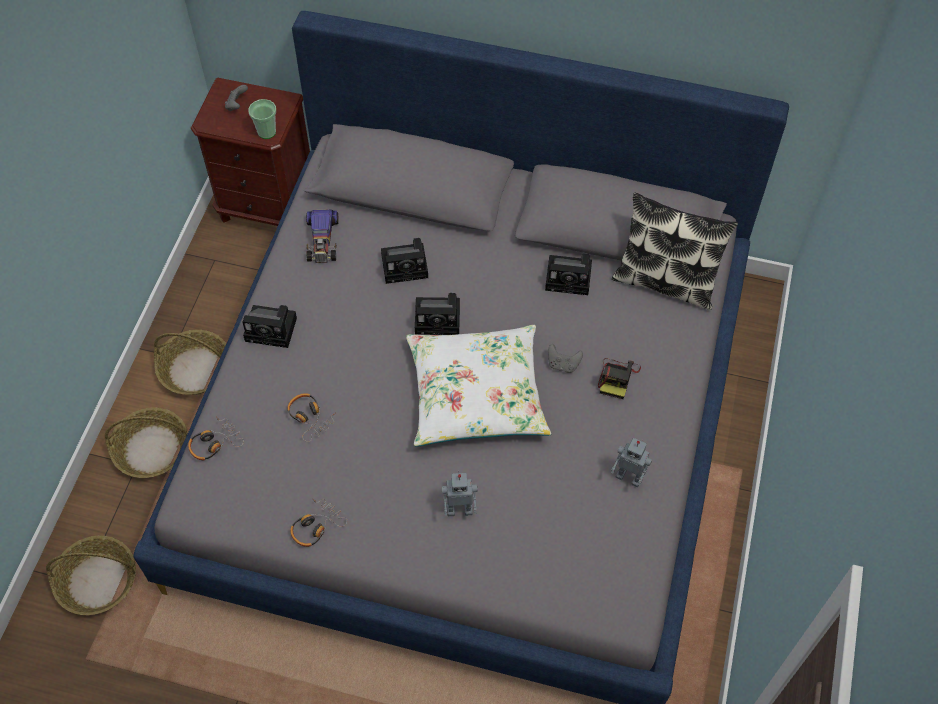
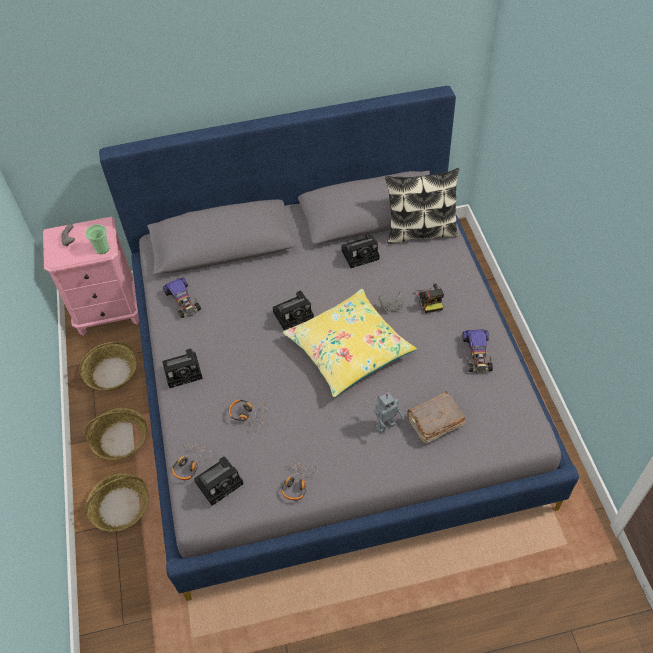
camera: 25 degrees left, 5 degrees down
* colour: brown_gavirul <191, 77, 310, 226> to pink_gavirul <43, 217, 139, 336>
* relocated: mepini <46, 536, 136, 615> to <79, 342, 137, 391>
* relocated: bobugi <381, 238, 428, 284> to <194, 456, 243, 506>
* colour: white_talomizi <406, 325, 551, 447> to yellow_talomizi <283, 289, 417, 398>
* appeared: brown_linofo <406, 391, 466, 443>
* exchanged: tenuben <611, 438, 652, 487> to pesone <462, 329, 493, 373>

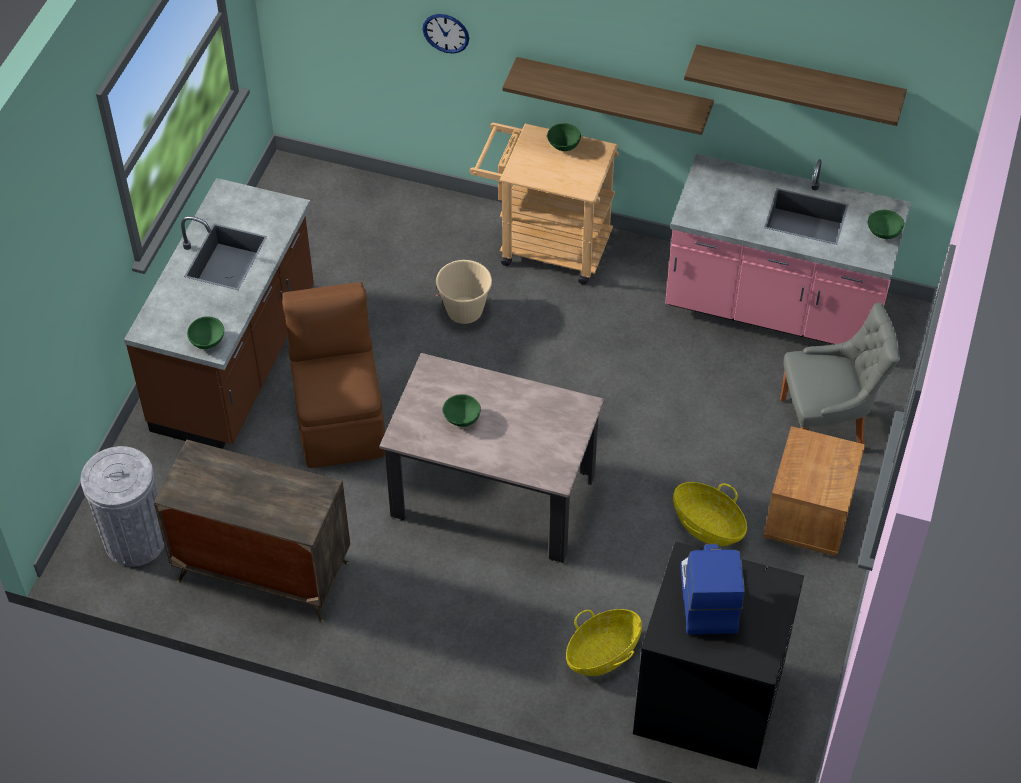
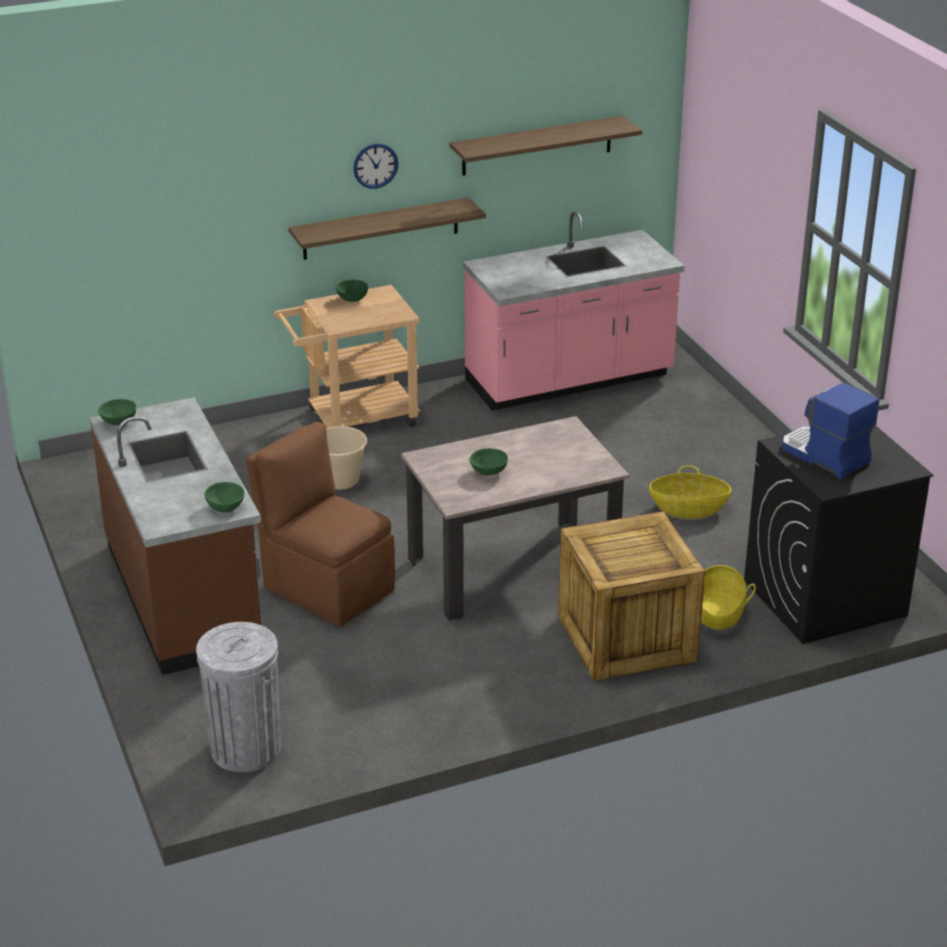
camera: 40 degrees left, 20 degrees down
* relocated: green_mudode <868, 210, 904, 239> to <98, 399, 136, 425>
* relocated: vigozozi <423, 14, 469, 53> to <353, 144, 398, 189>
* appeared: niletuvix <558, 511, 705, 681>
* missing: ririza <154, 440, 350, 623>
* missing: brown_gavirul <763, 426, 865, 556>
* missing: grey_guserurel <780, 302, 900, 450>

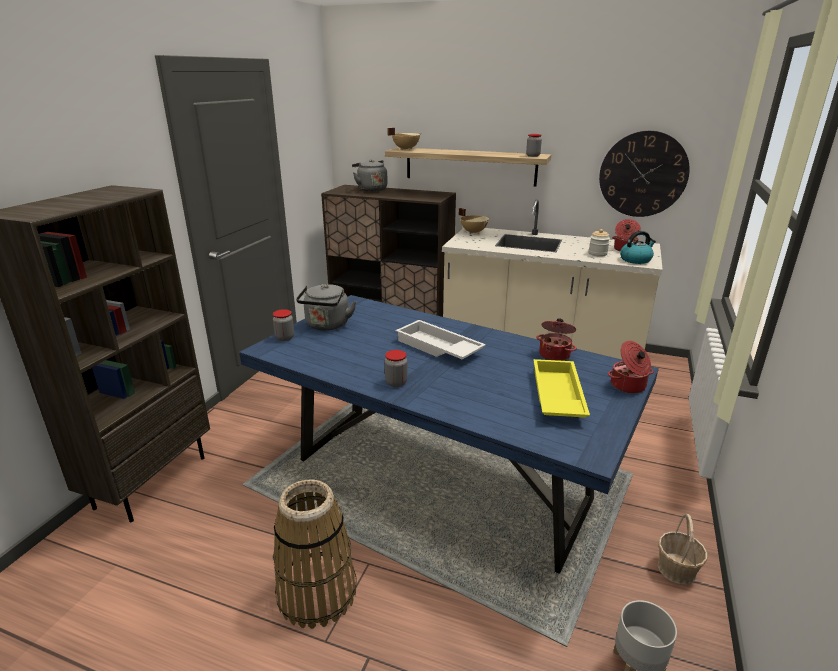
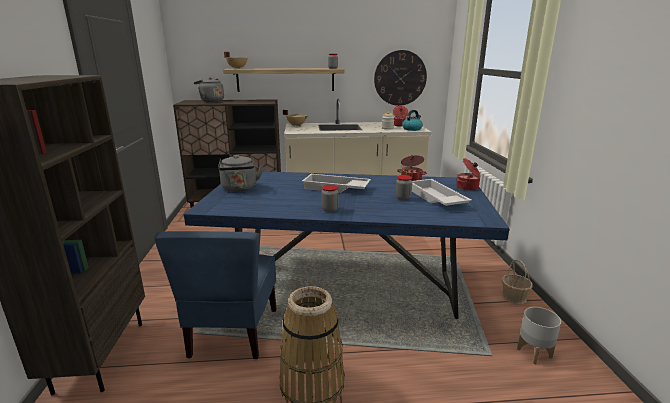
camera: 25 degrees left, 5 degrees down
* appeared: blue_guserurel <154, 231, 276, 359>
* relocated: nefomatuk <273, 309, 294, 341> to <396, 175, 412, 200>
* colour: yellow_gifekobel <533, 359, 590, 418> to white_gifekobel <412, 179, 472, 206>

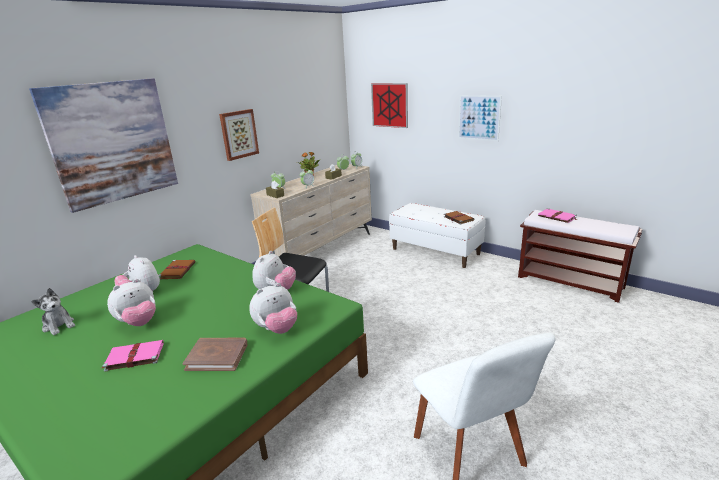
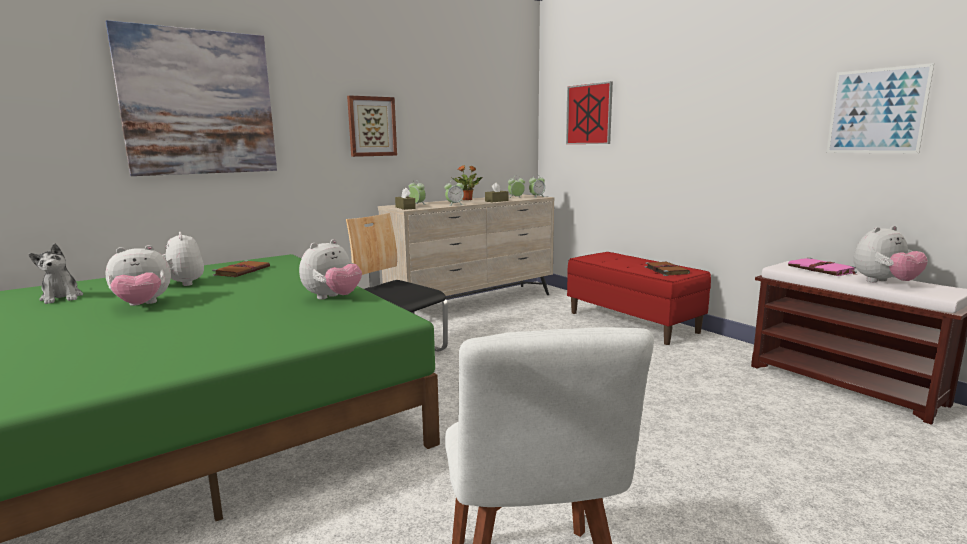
camera: 15 degrees right, 10 degrees down
* colour: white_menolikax <389, 203, 485, 268> to red_menolikax <567, 252, 711, 345>
* relocated: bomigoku <458, 95, 502, 141> to <826, 63, 934, 153>
* relocated: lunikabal <249, 283, 297, 334> to <853, 226, 928, 282>
* missing: pink_linofo <102, 340, 164, 372>
* missing: brown_linofo <182, 338, 247, 371>

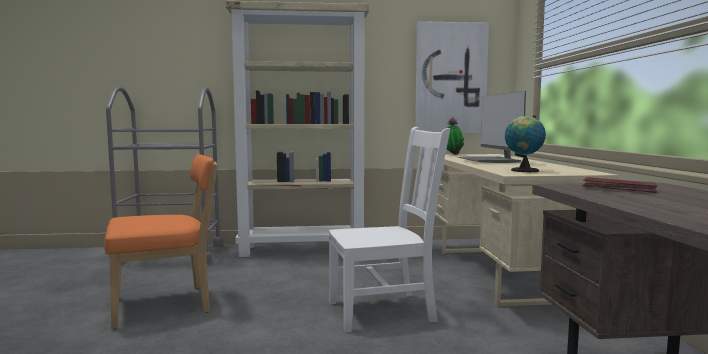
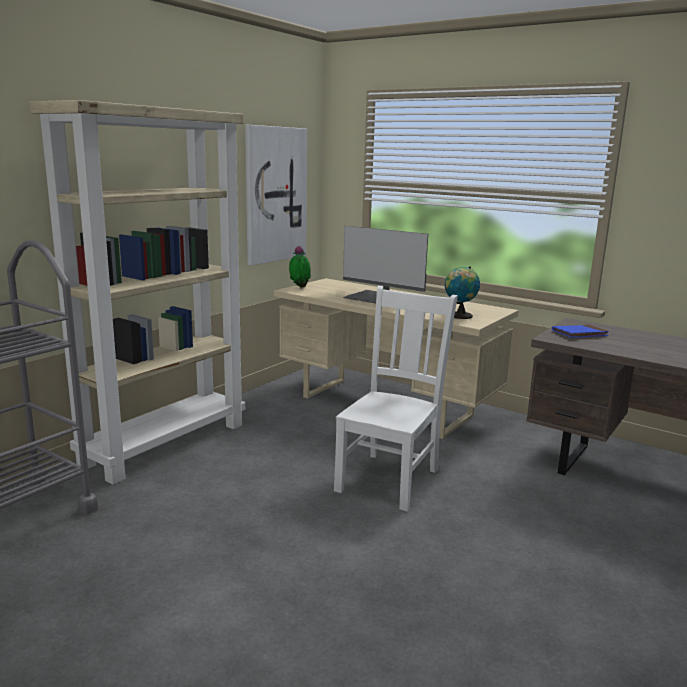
camera: 50 degrees left, 10 degrees up
* colour: red_linofo <582, 177, 658, 193> to blue_linofo <552, 325, 609, 338>
* missing: orange_guserurel <104, 154, 218, 329>

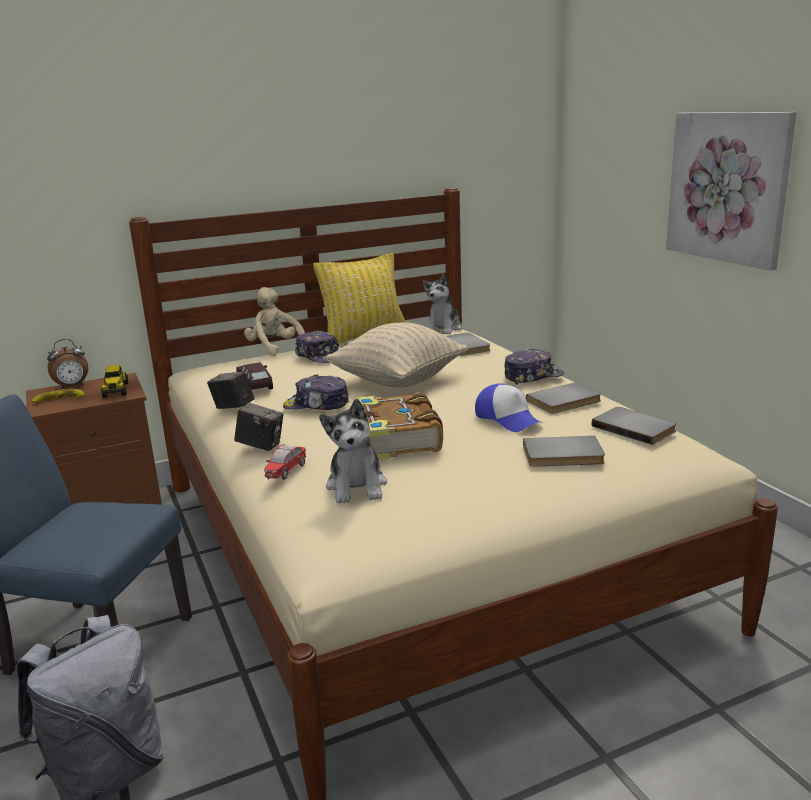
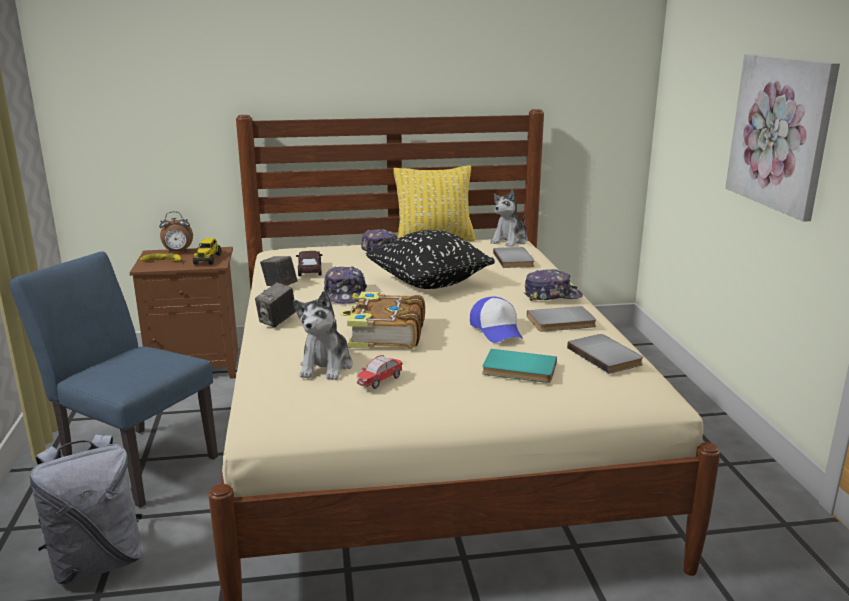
camera: 15 degrees right, 0 degrees up
* spun: bobugi <234, 403, 283, 451> = <255, 282, 296, 327> 90 degrees clockwise
* spun: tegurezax <283, 375, 349, 410> = <324, 266, 367, 303> 120 degrees counterclockwise
* relocated: pesone <264, 444, 306, 480> to <356, 355, 403, 389>
* colour: beige_talomizi <325, 323, 468, 388> to black_talomizi <366, 230, 495, 289>
* colour: grey_linofo <523, 436, 605, 467> to turquoise_linofo <482, 349, 557, 383>
* missing: beige_lunikabal <244, 287, 305, 356>

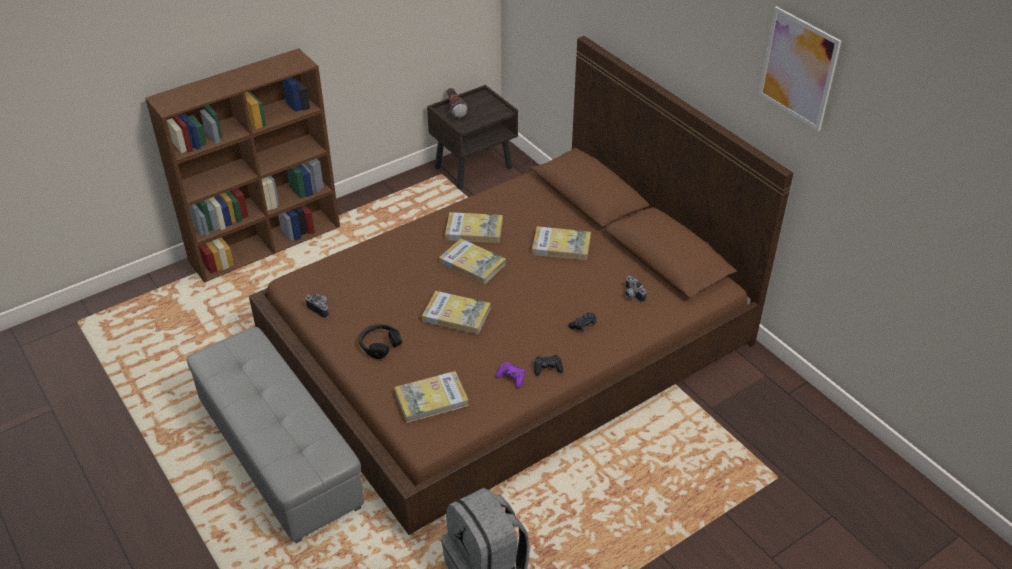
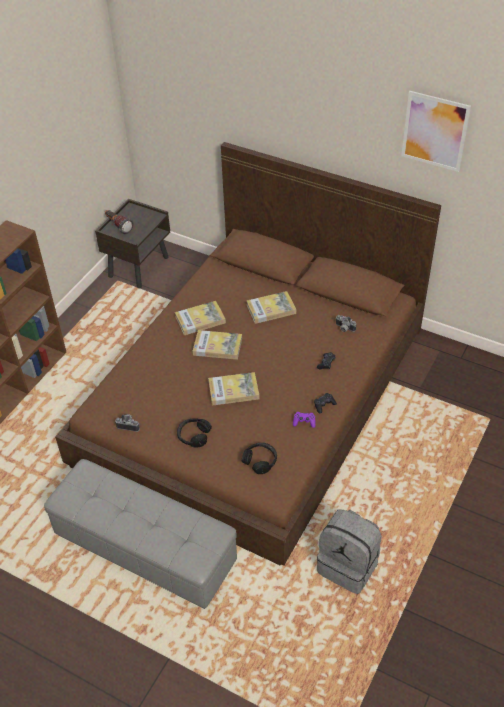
camera: 25 degrees left, 5 degrees up
* exchanged: linofo <395, 371, 469, 423> to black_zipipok <242, 443, 277, 474>

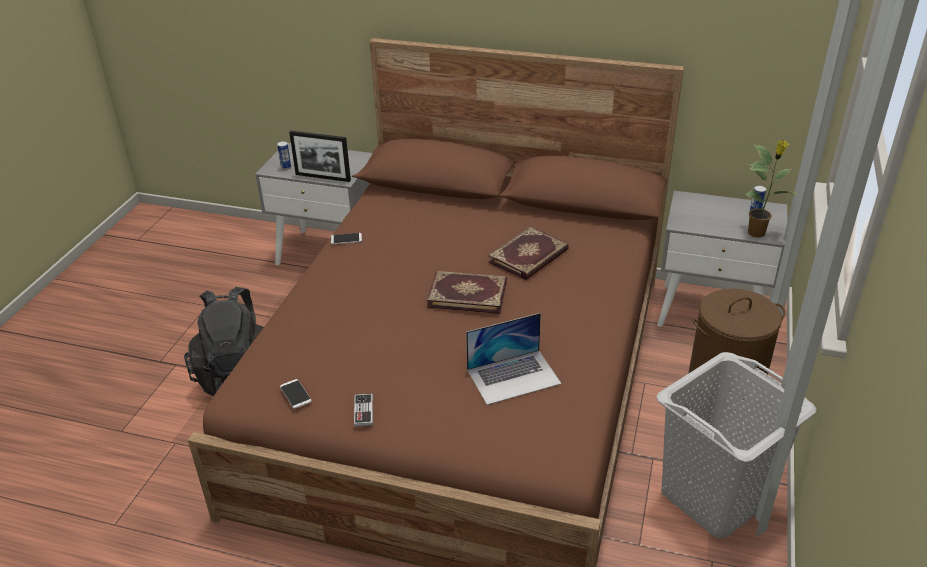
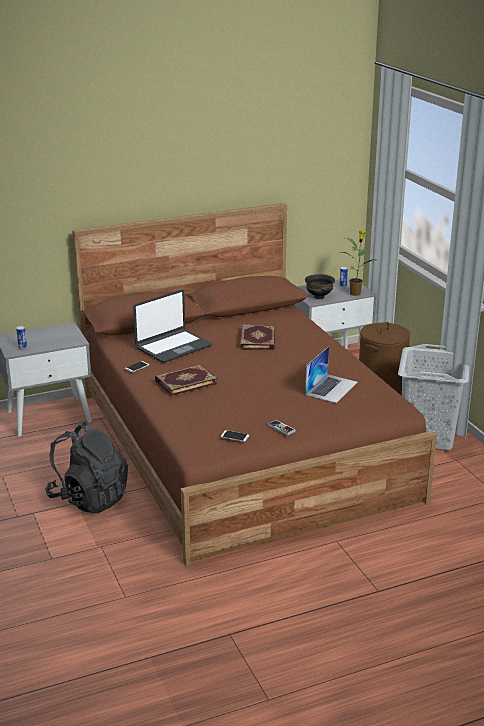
camera: 40 degrees left, 10 degrees down
* appeared: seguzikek <133, 289, 212, 363>
* relocated: linofo <427, 271, 507, 314> to <155, 365, 218, 396>
* appeared: black_mudode <305, 274, 335, 299>
* missing: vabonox <289, 131, 351, 182>

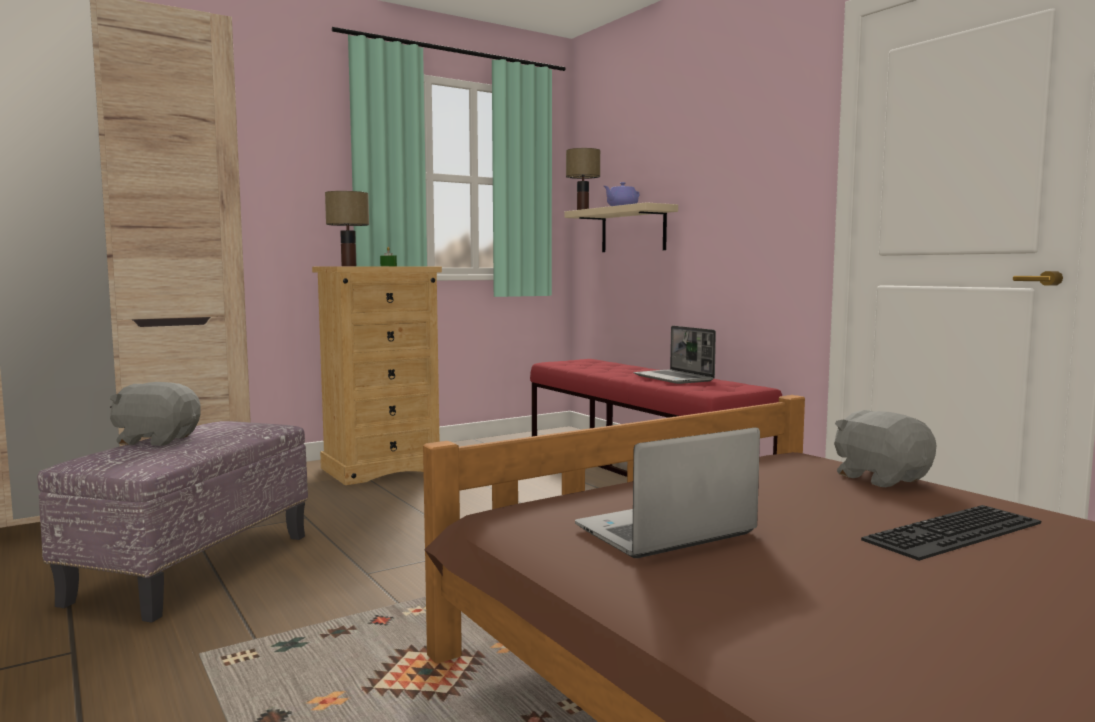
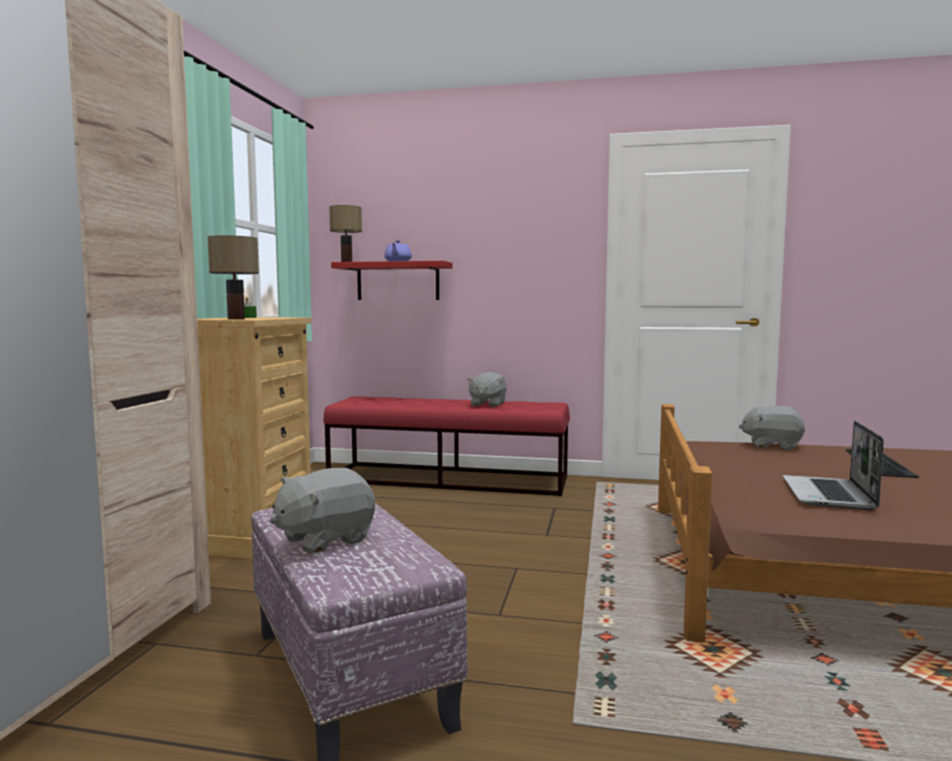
camera: 45 degrees left, 0 degrees up
* colour: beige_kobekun <564, 202, 678, 252> to red_kobekun <331, 261, 452, 300>
* exchanged: seguzikek <633, 326, 716, 384> to grey_lunikabal <467, 372, 507, 407>

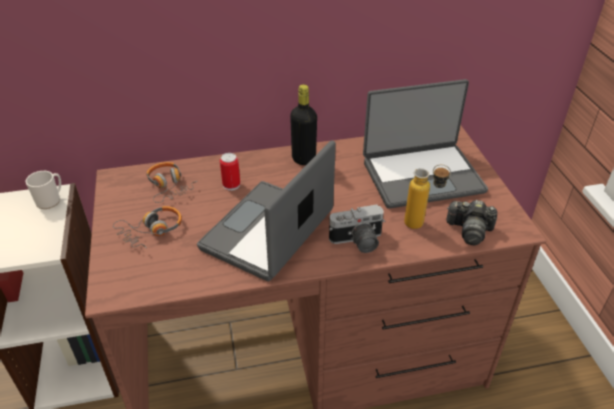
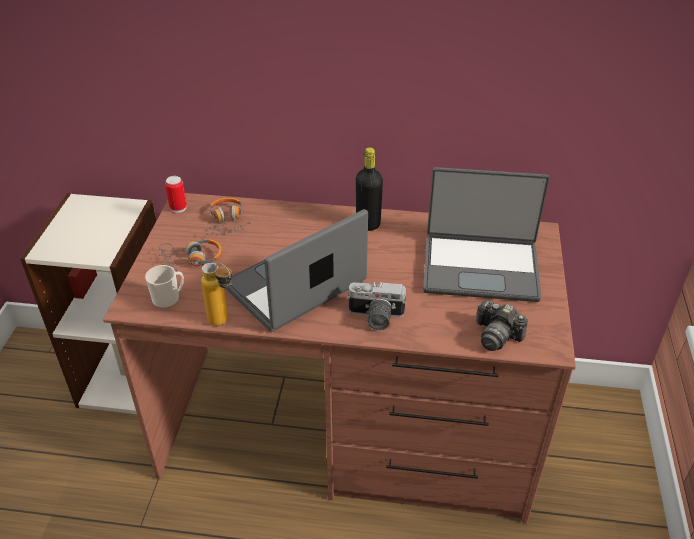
camera: 20 degrees right, 0 degrees up
* relocated: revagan <25, 171, 61, 209> to <145, 265, 184, 309>
* relocated: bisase <220, 153, 240, 191> to <165, 176, 187, 213>
* relocated: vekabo <404, 164, 451, 229> to <201, 263, 232, 326>

